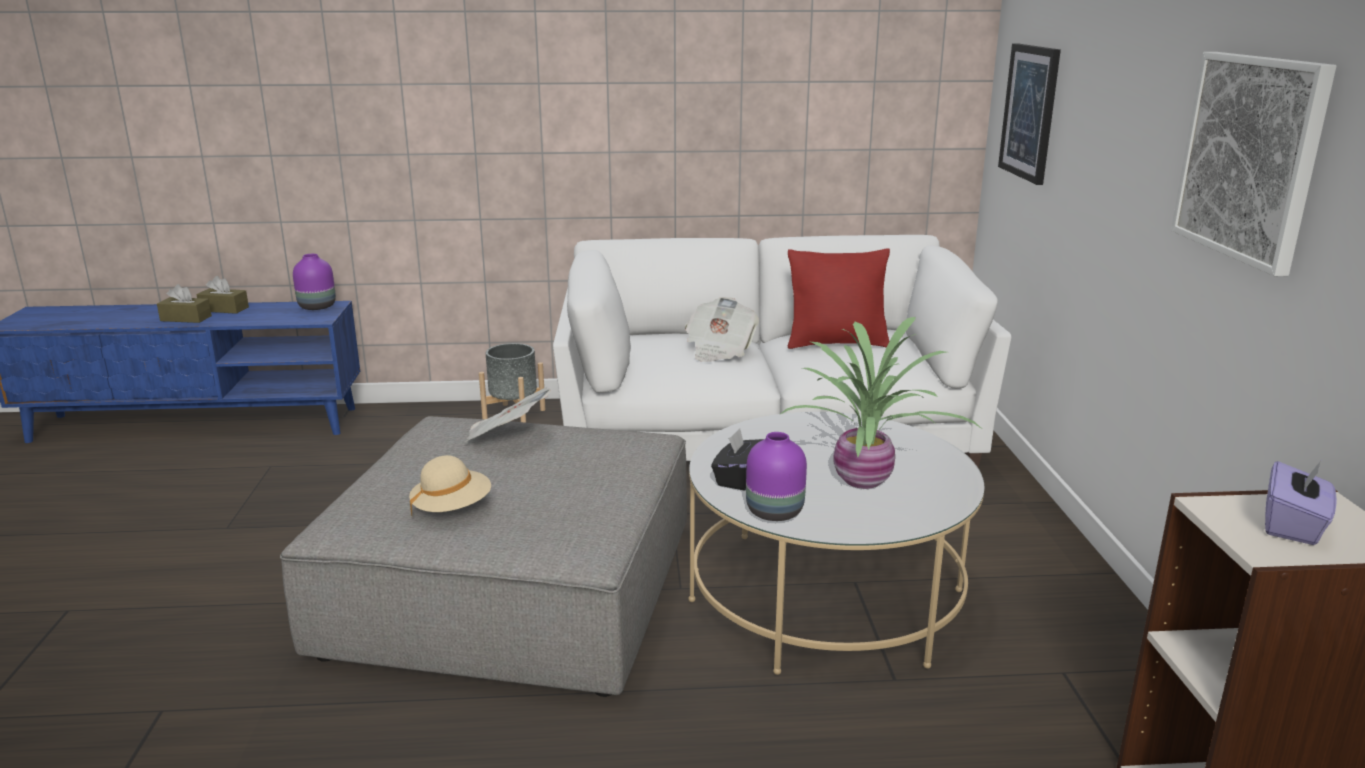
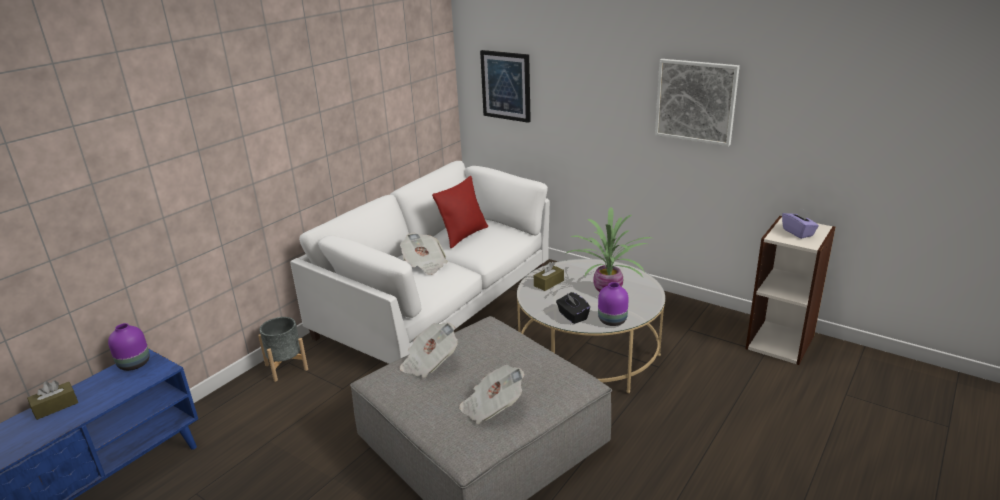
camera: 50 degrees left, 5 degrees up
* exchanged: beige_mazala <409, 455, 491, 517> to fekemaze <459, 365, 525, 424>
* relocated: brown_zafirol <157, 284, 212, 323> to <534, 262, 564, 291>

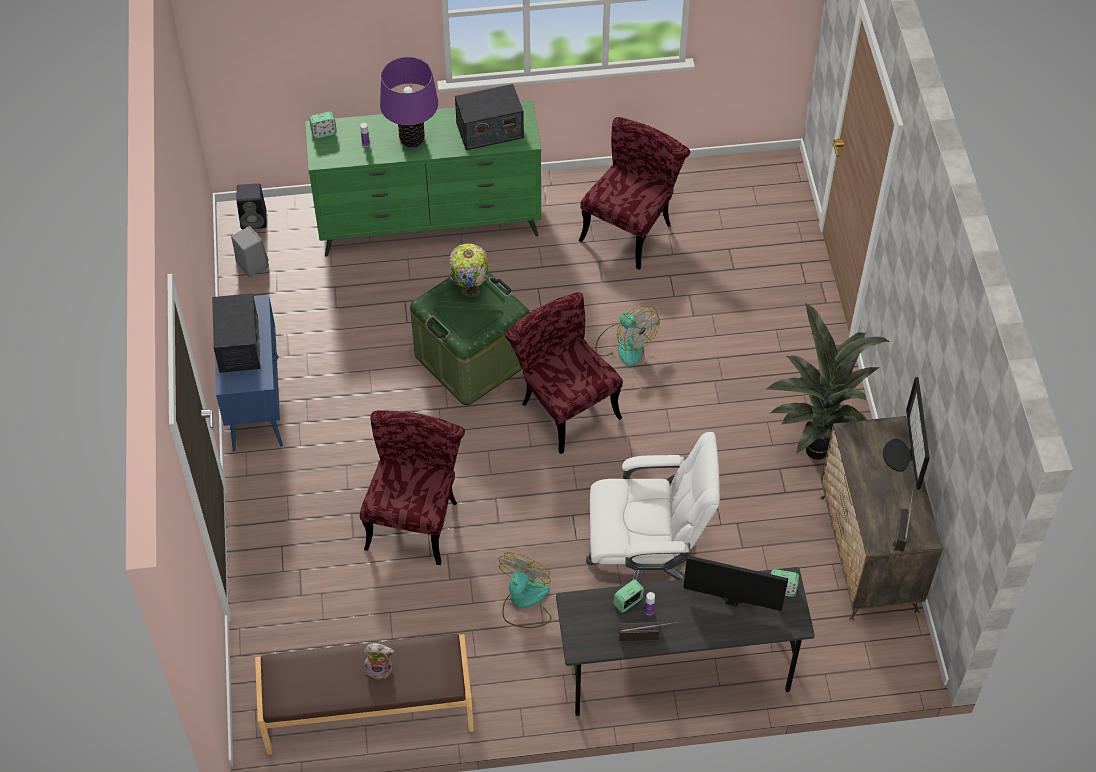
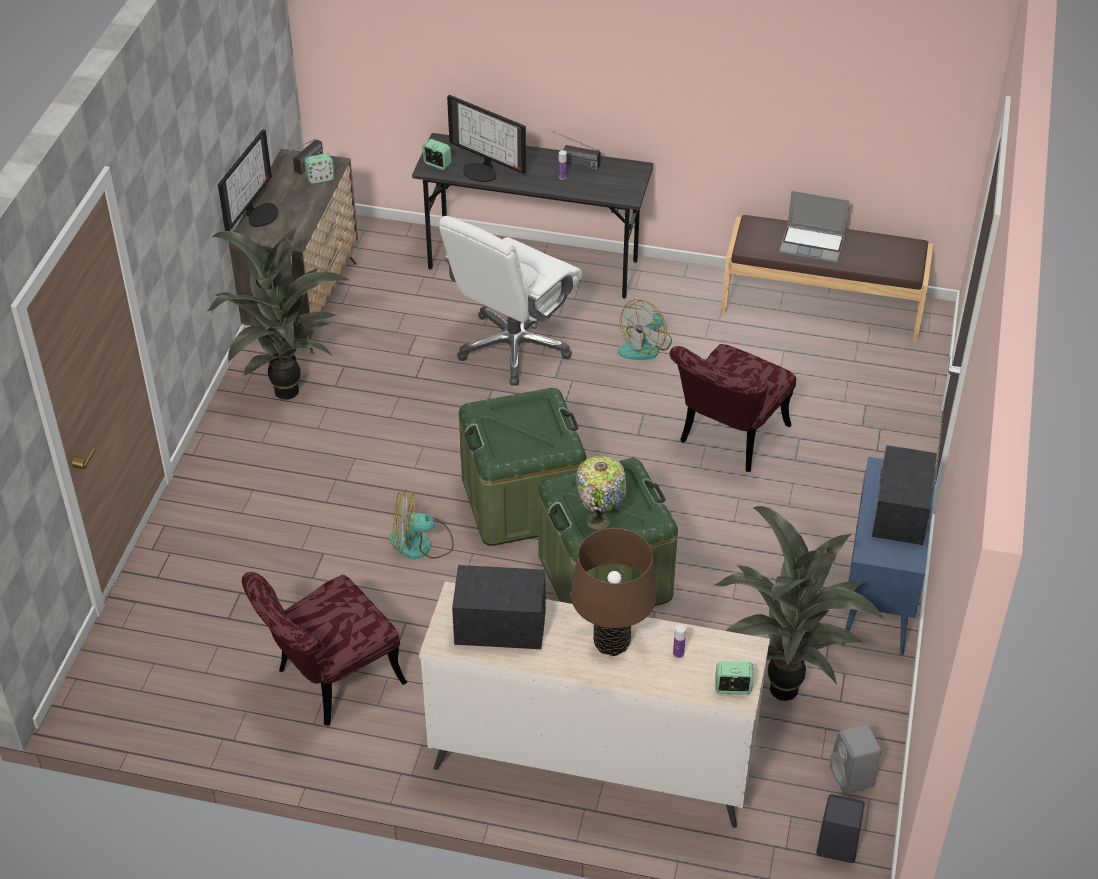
camera: 160 degrees left, 10 degrees down
* relocated: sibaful <613, 579, 644, 613> to <304, 153, 335, 184>
* spun: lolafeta <595, 305, 660, 366> = <390, 489, 454, 560> 75 degrees counterclockwise
* colour: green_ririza <305, 101, 541, 257> to beige_ririza <419, 581, 770, 828>
* spun: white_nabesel <586, 432, 720, 583> = <439, 216, 582, 386> 75 degrees counterclockwise
* exchanged: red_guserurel <505, 292, 623, 454> to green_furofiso <459, 388, 586, 546>
* colour: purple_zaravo <380, 57, 438, 147> to brown_zaravo <571, 528, 657, 656>
* appeared: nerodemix <715, 506, 884, 701>
* exchanged: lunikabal <364, 643, 394, 679> to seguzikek <779, 191, 850, 263>

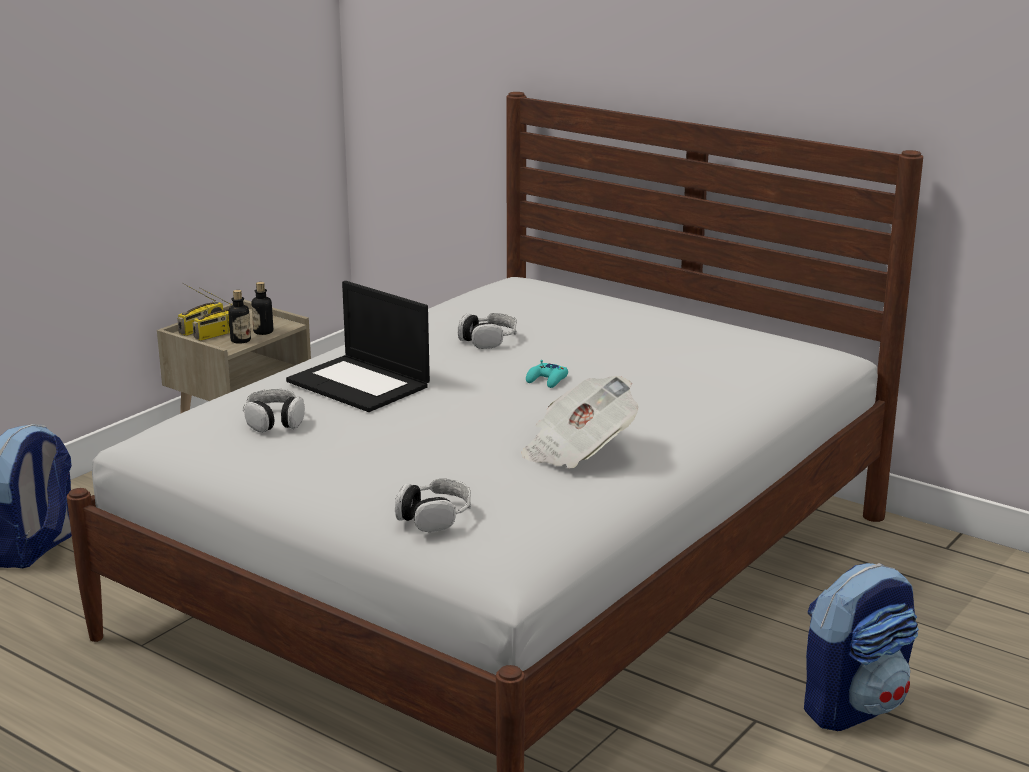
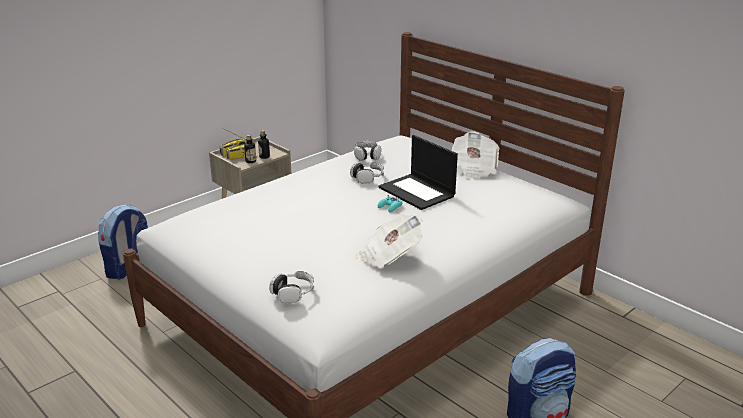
camera: 10 degrees right, 5 degrees up
* relocated: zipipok <243, 389, 305, 433> to <353, 141, 381, 161>
* relocated: seguzikek <286, 281, 430, 412> to <379, 135, 458, 210>
* appeared: fekemaze <452, 132, 499, 179>

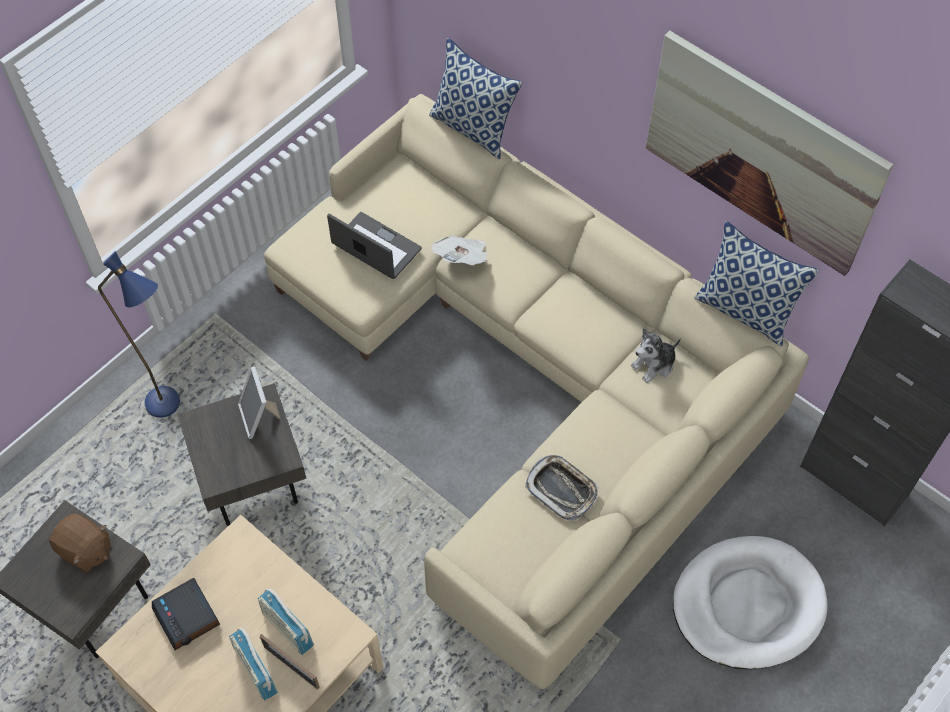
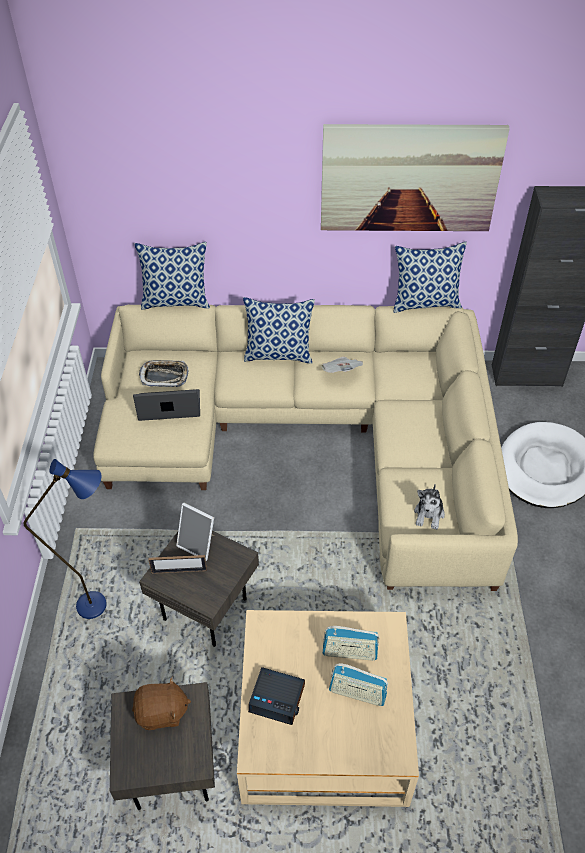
camera: 40 degrees left, 10 degrees down
* relocated: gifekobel <525, 455, 598, 520> to <139, 360, 189, 387>
* relocated: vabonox <260, 634, 320, 690> to <148, 555, 207, 574>
* appeared: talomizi <243, 297, 315, 364>
* relocated: fekemaze <431, 235, 488, 265> to <321, 356, 363, 373>
* relocated: lunikabal <631, 328, 681, 383> to <414, 485, 445, 530>

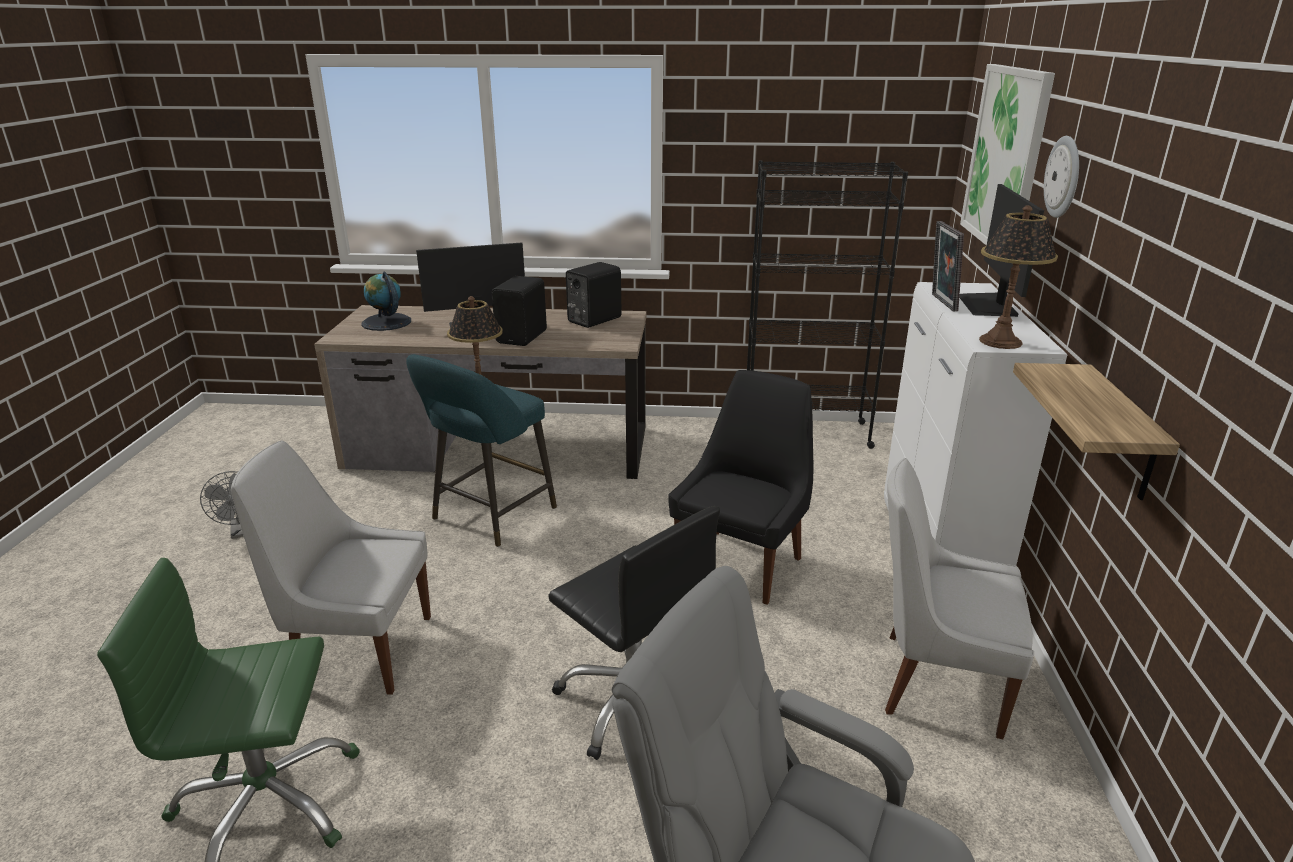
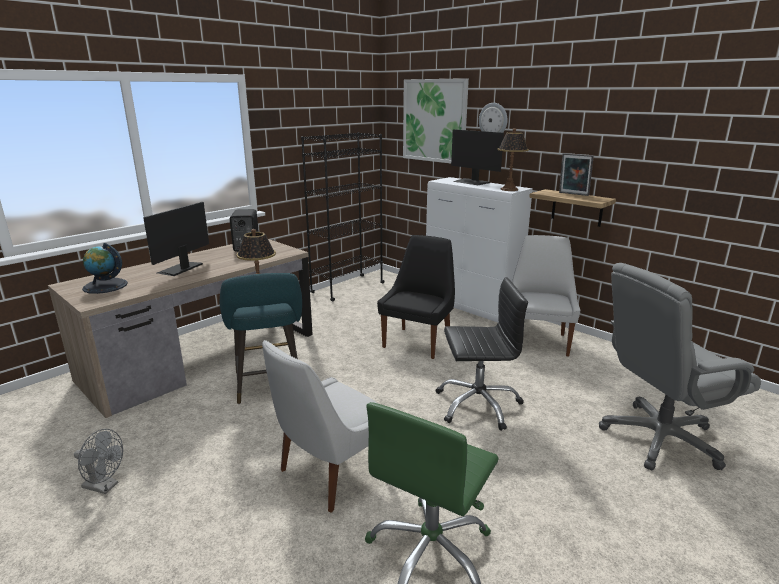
camera: 50 degrees left, 5 degrees down
* spun: black_guserurel <668, 370, 813, 605> = <377, 235, 455, 359> 45 degrees clockwise
* spun: white_guserurel <885, 458, 1034, 739> = <512, 235, 581, 357> 135 degrees clockwise
* relocated: vabonox <932, 221, 964, 312> to <559, 153, 594, 196>
* missing: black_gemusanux <492, 276, 547, 346>

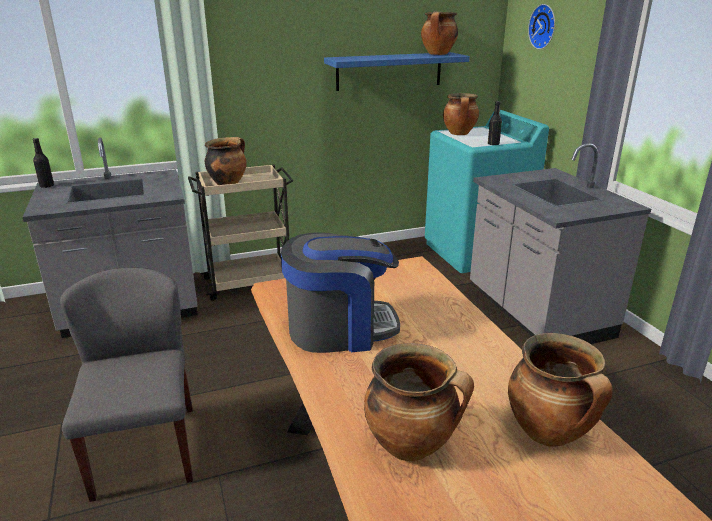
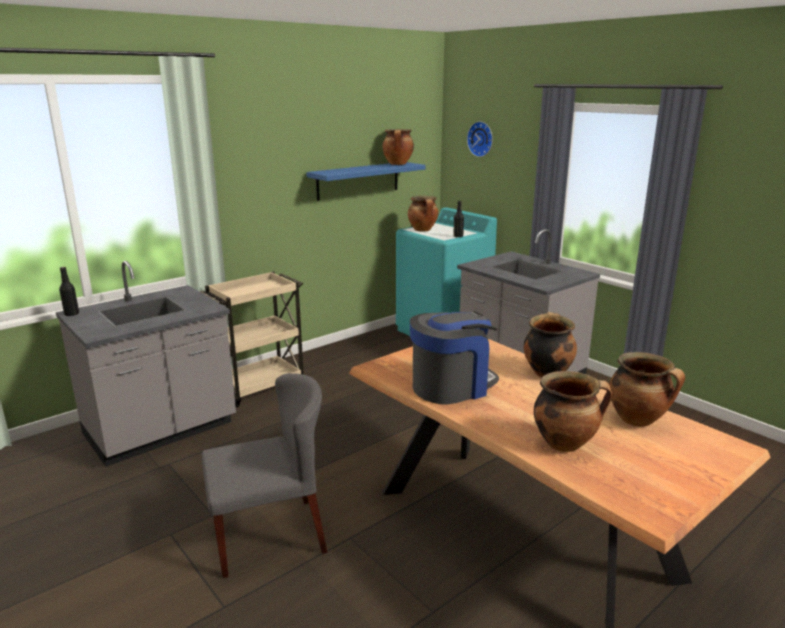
camera: 20 degrees left, 5 degrees down
* spun: grey_guserurel <60, 268, 193, 502> = <201, 373, 327, 578> 105 degrees clockwise
* relocated: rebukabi <205, 137, 246, 185> to <524, 312, 577, 378>

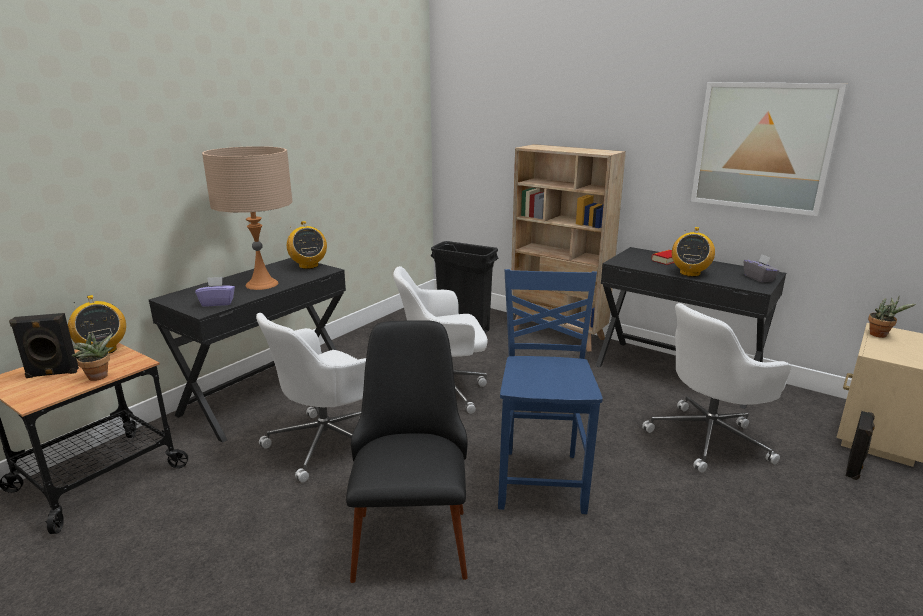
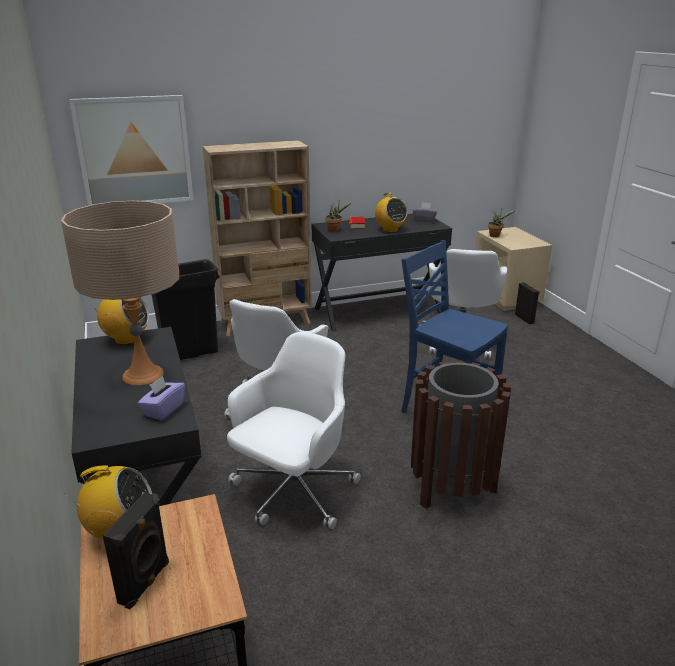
camera: 55 degrees left, 5 degrees up
* relocated: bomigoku <691, 82, 847, 216> to <69, 95, 194, 206>
* spun: white_nabesel <256, 313, 366, 483> = <227, 332, 361, 529> 135 degrees counterclockwise
* relocated: nerodemix <72, 332, 113, 381> to <325, 202, 352, 232>
* exchanged: black_guserurel <346, 320, 468, 583> to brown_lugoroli <411, 361, 511, 509>

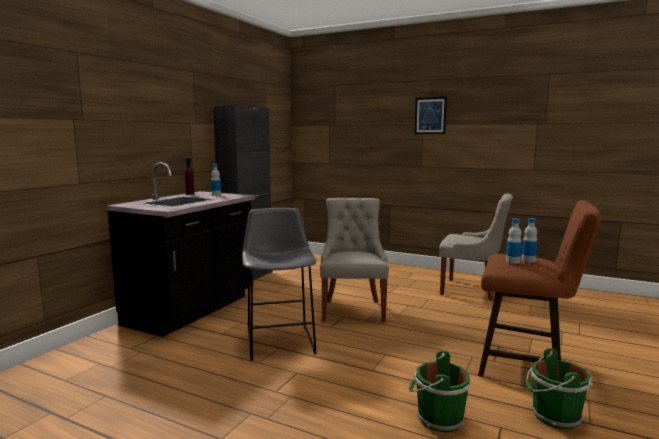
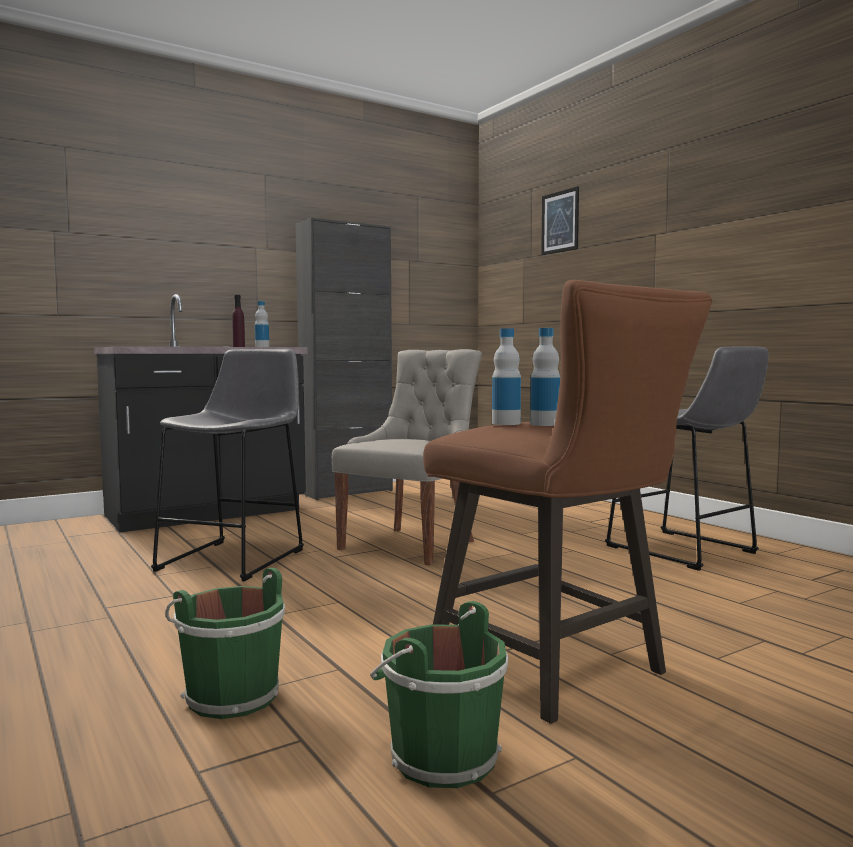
camera: 30 degrees right, 5 degrees down
* relocated: bomigoku <414, 97, 447, 134> to <541, 186, 579, 255>
* exchanged: grey_guserurel <439, 194, 513, 301> to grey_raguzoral <605, 346, 769, 571>

